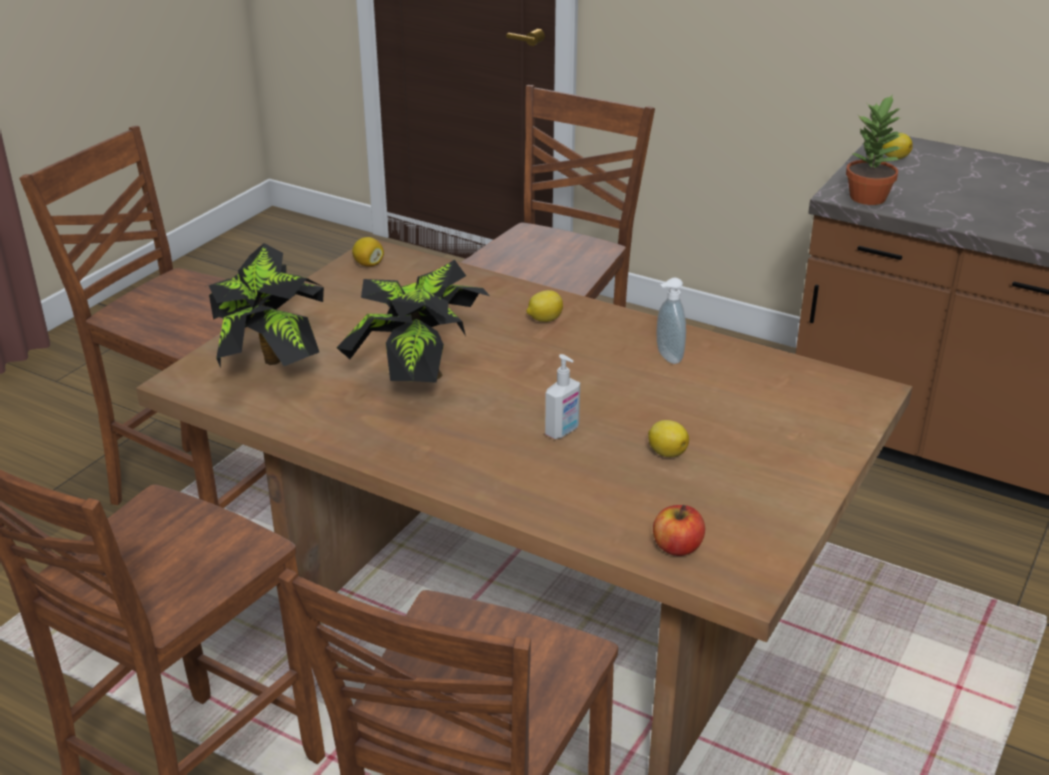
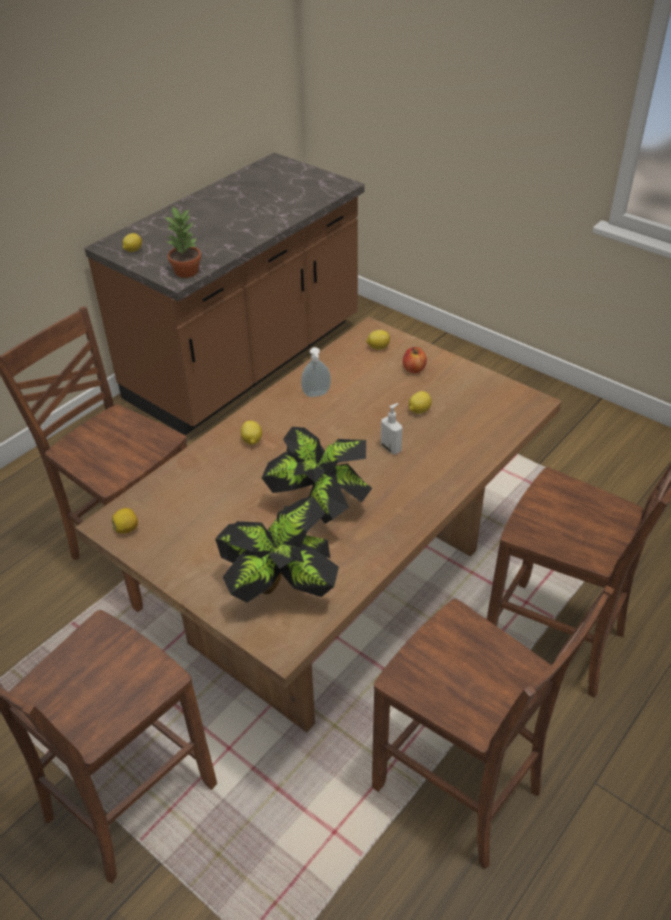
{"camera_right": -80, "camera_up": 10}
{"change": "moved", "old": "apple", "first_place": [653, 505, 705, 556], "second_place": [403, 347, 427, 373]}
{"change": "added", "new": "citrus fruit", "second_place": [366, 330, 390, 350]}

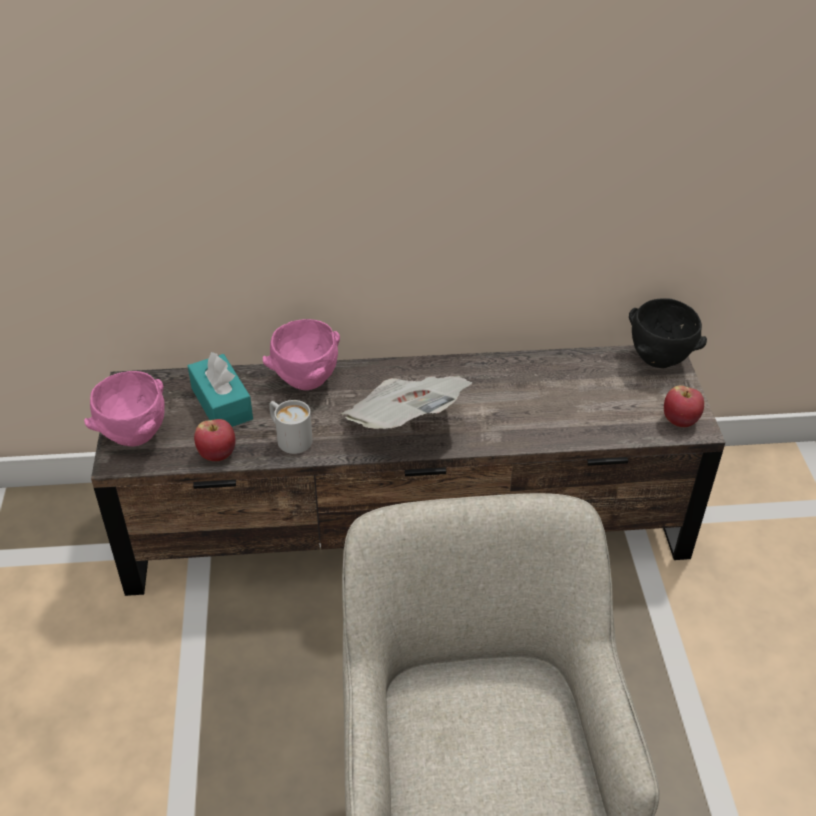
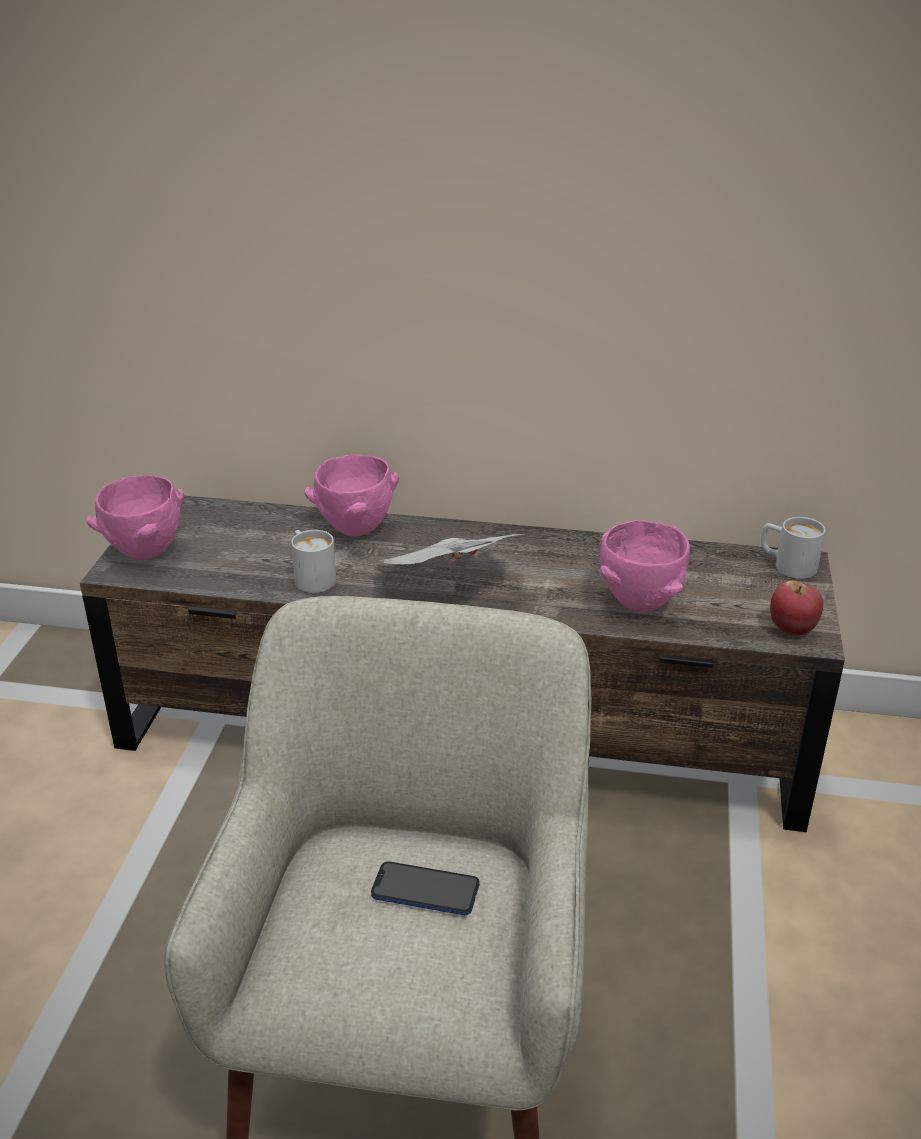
{"camera_right": 15, "camera_up": -10}
{"change": "replaced", "old": "bowl (blackish)", "new": "mug (white-coloured)", "first_place": [629, 298, 707, 368], "second_place": [761, 517, 825, 579]}
{"change": "removed", "old": "tissue holder (turquoise)", "first_place": [188, 352, 253, 427]}
{"change": "removed", "old": "apple", "first_place": [194, 419, 236, 461]}
{"change": "added", "new": "bowl (pinkish)", "second_place": [599, 520, 690, 613]}
{"change": "added", "new": "handset", "second_place": [371, 861, 480, 915]}

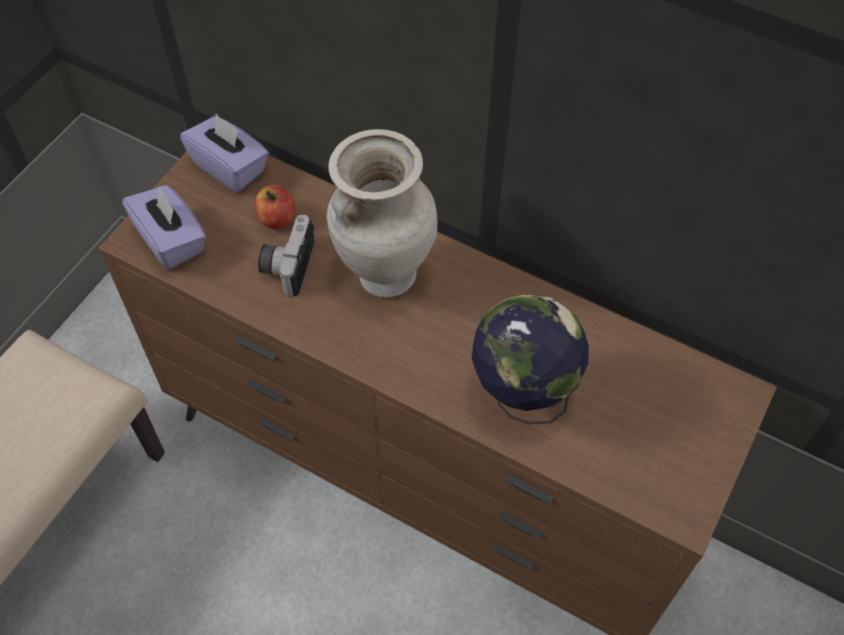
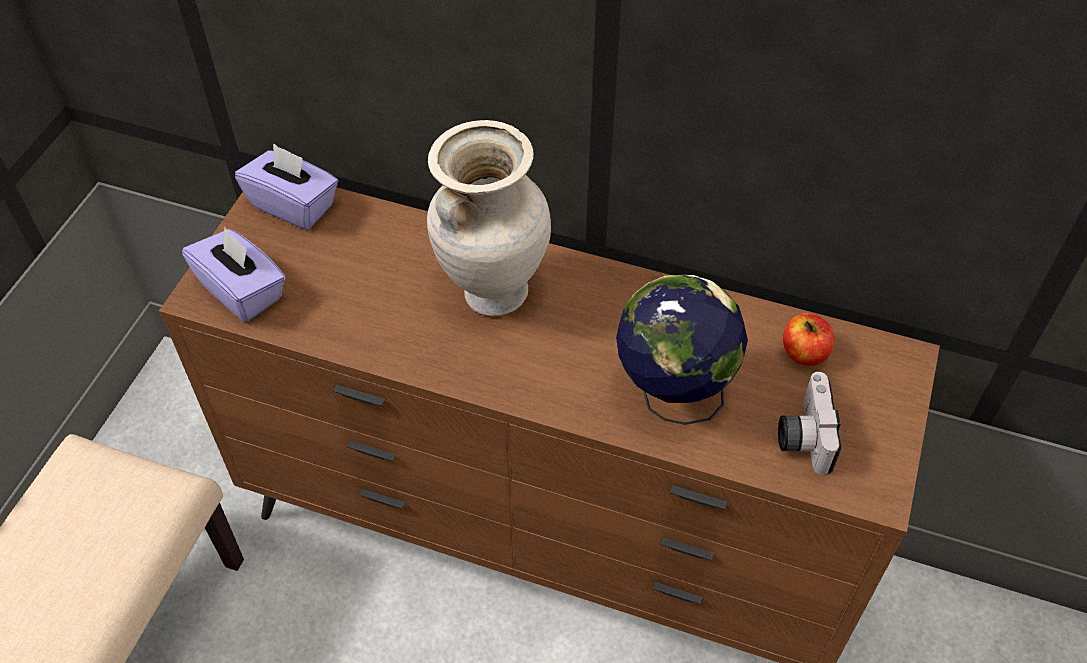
{"camera_right": -10, "camera_up": -5}
{"change": "moved", "old": "apple", "first_place": [255, 185, 295, 229], "second_place": [783, 313, 834, 366]}
{"change": "moved", "old": "still camera", "first_place": [258, 215, 315, 296], "second_place": [778, 372, 841, 475]}

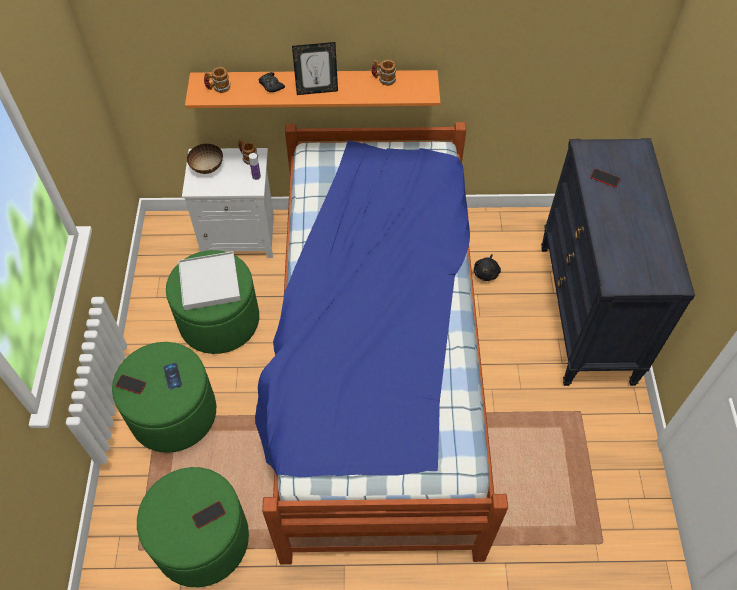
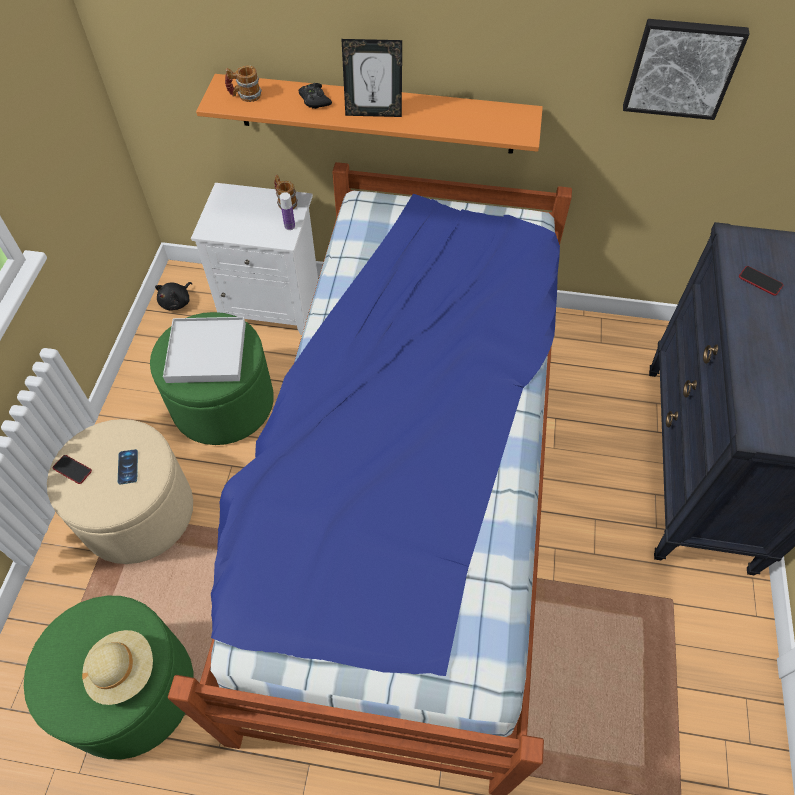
{"camera_right": 10, "camera_up": 0}
{"change": "removed", "old": "mug", "first_place": [371, 59, 396, 86]}
{"change": "removed", "old": "bowl", "first_place": [187, 144, 223, 174]}
{"change": "moved", "old": "soft toy (blackish)", "first_place": [474, 254, 501, 281], "second_place": [155, 282, 192, 310]}
{"change": "recoloured", "old": "ottoman (green)", "new": "ottoman (beige-coloured)", "first_place": [112, 342, 216, 453], "second_place": [47, 419, 193, 564]}
{"change": "replaced", "old": "handset", "new": "wearable hat (beige-coloured)", "first_place": [192, 501, 226, 529], "second_place": [82, 630, 153, 705]}
{"change": "added", "new": "wall art", "second_place": [623, 19, 750, 120]}

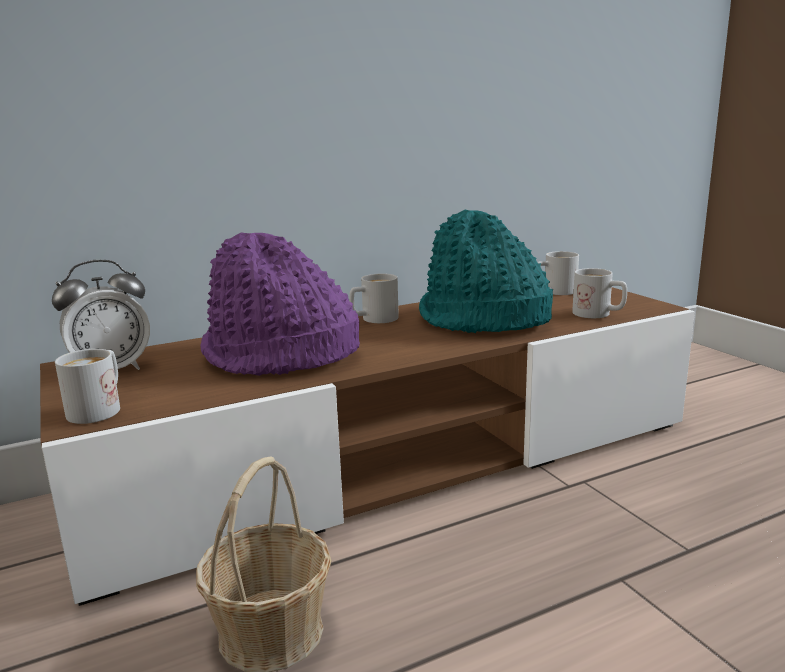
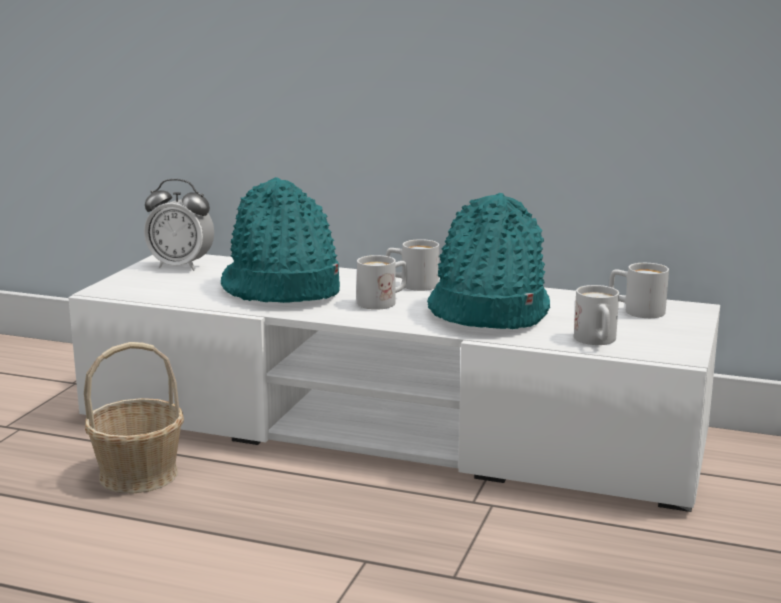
{"camera_right": 45, "camera_up": 0}
{"change": "recoloured", "old": "wearable hat (purplish)", "new": "wearable hat (turquoise)", "first_place": [200, 232, 360, 376], "second_place": [221, 177, 340, 303]}
{"change": "recoloured", "old": "media console (brownish)", "new": "media console (white-coloured)", "first_place": [40, 287, 695, 606], "second_place": [69, 254, 720, 512]}
{"change": "moved", "old": "mug (white-coloured)", "first_place": [55, 349, 120, 424], "second_place": [357, 255, 408, 310]}

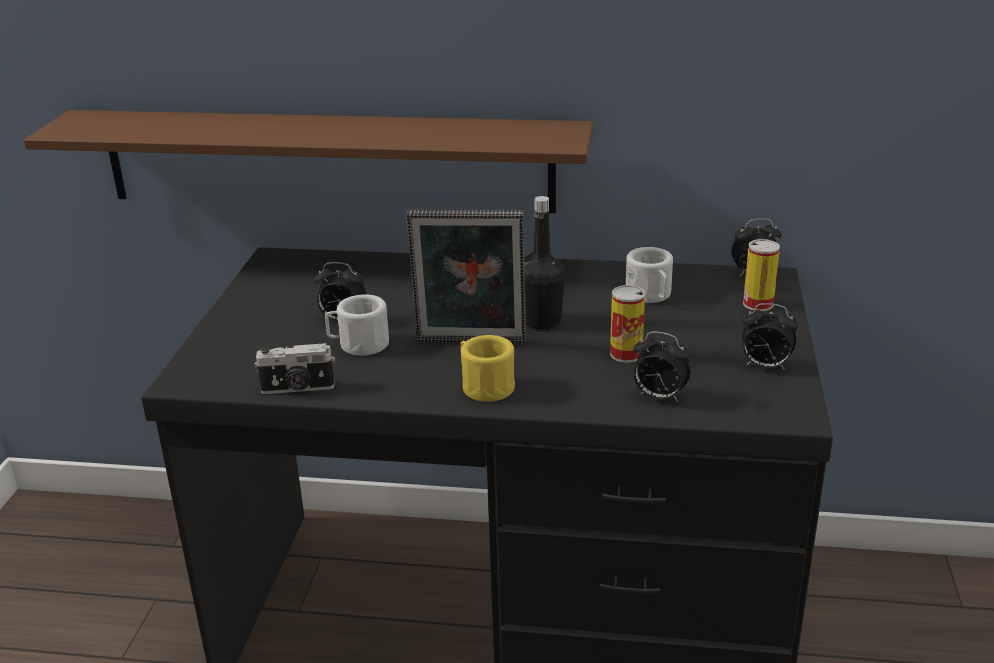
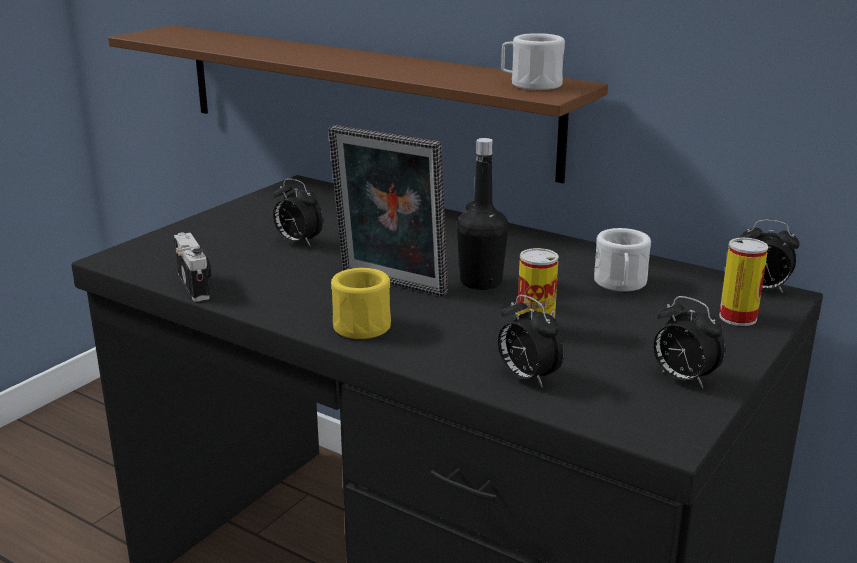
{"camera_right": 25, "camera_up": -5}
{"change": "moved", "old": "mug (white-coloured)", "first_place": [325, 294, 389, 356], "second_place": [501, 33, 565, 90]}
{"change": "turned", "old": "still camera", "first_place": [254, 343, 335, 394], "second_place": [173, 233, 211, 302], "degrees": -135}

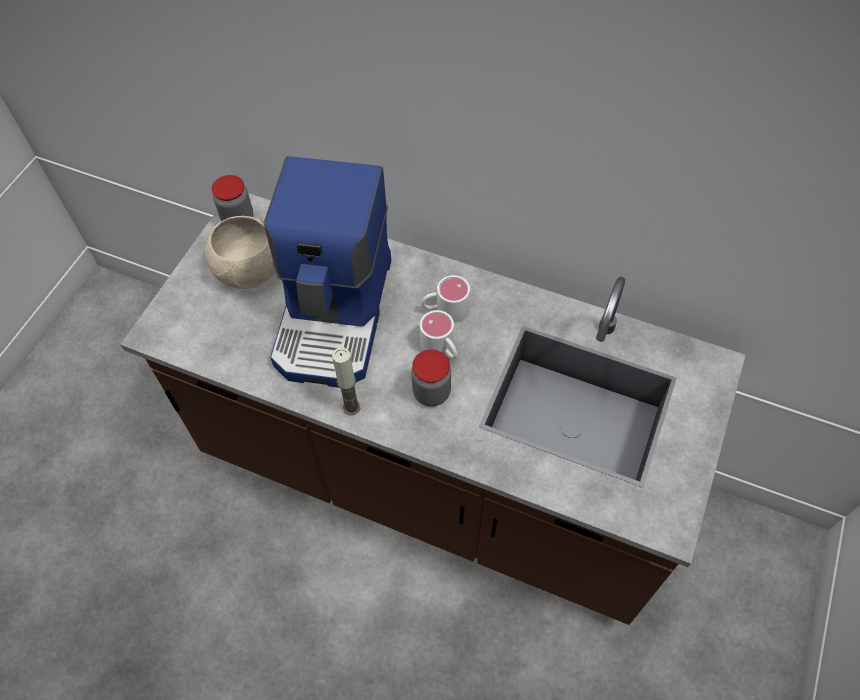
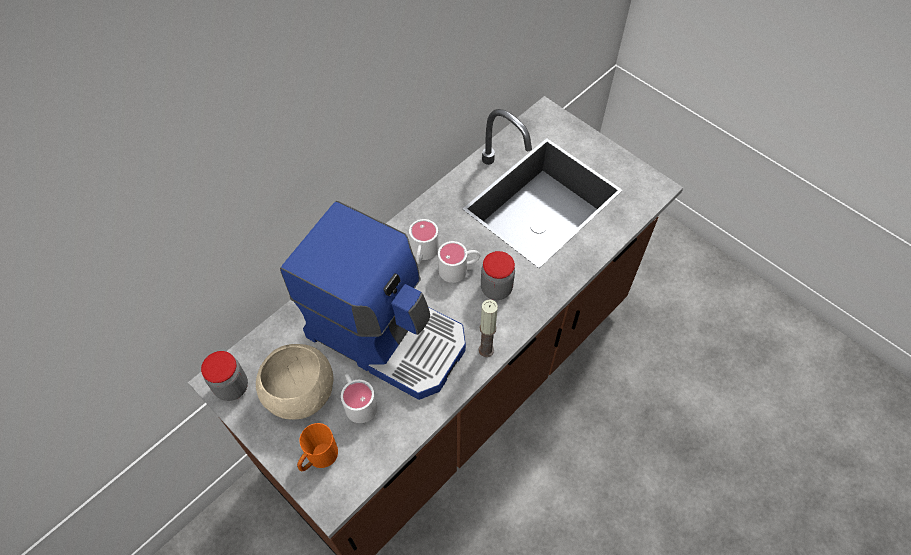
{"camera_right": -70, "camera_up": 0}
{"change": "added", "new": "mug (white-coloured)", "second_place": [341, 373, 377, 423]}
{"change": "added", "new": "mug (orangey)", "second_place": [297, 423, 338, 471]}

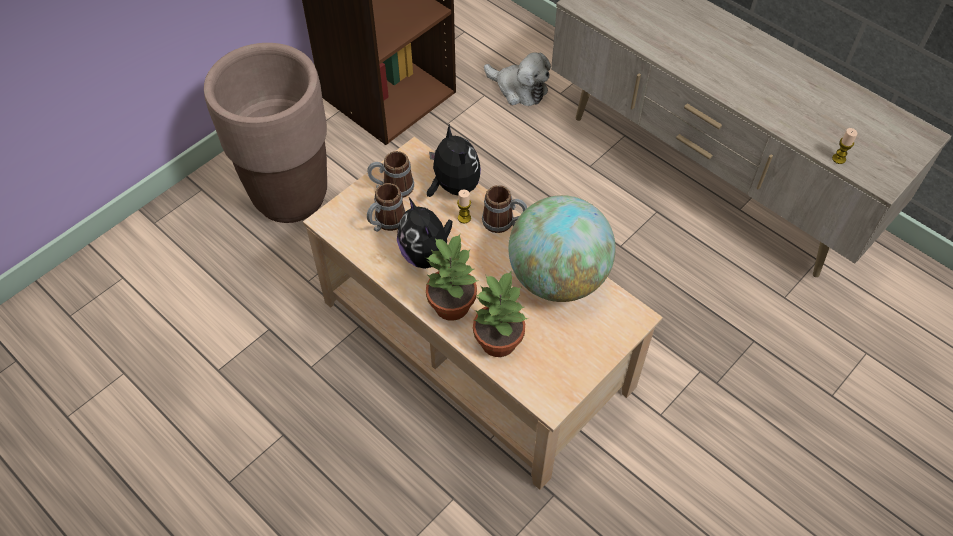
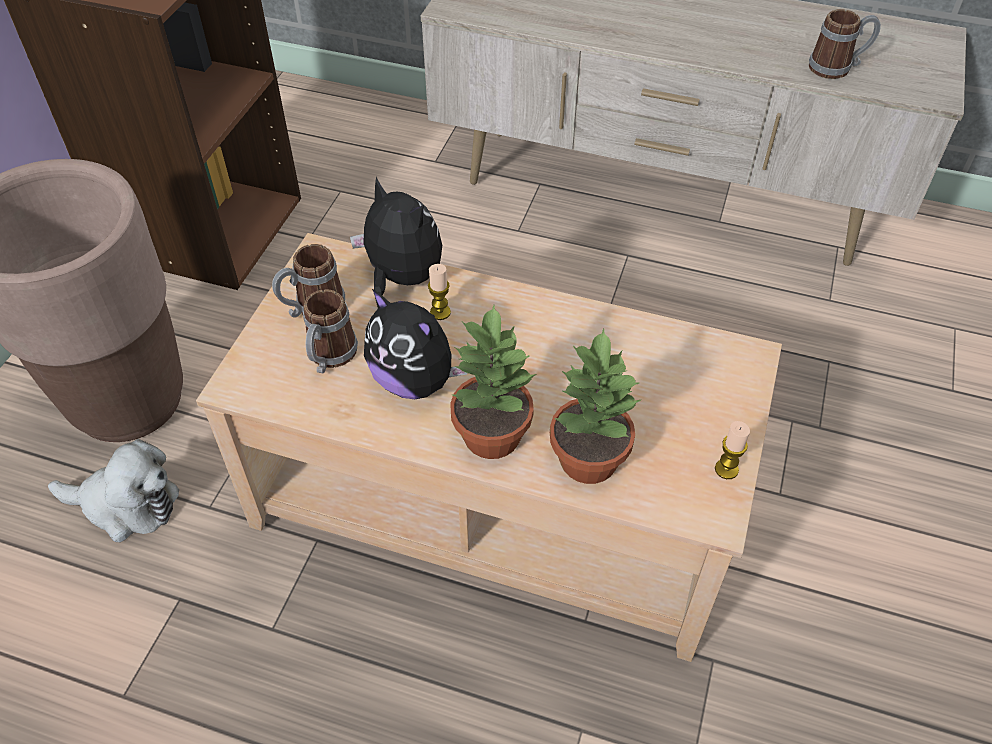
{"camera_right": -25, "camera_up": -5}
{"change": "moved", "old": "soft toy", "first_place": [484, 52, 551, 106], "second_place": [48, 439, 179, 542]}
{"change": "moved", "old": "wax candle", "first_place": [832, 128, 858, 164], "second_place": [715, 421, 750, 479]}
{"change": "moved", "old": "mug", "first_place": [482, 185, 527, 233], "second_place": [809, 9, 881, 79]}
{"change": "removed", "old": "world globe", "first_place": [508, 195, 616, 302]}

